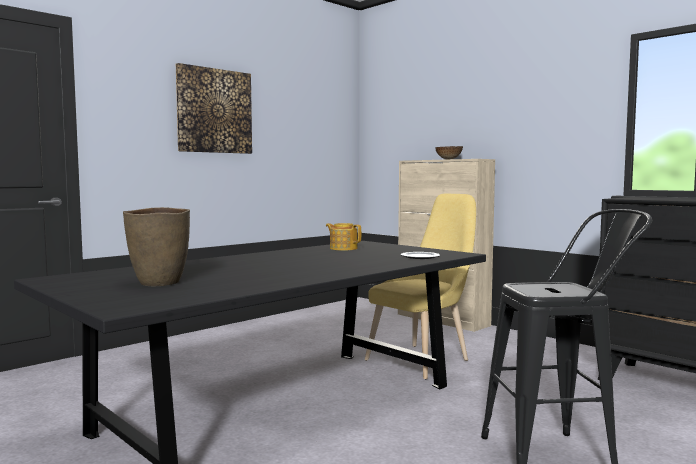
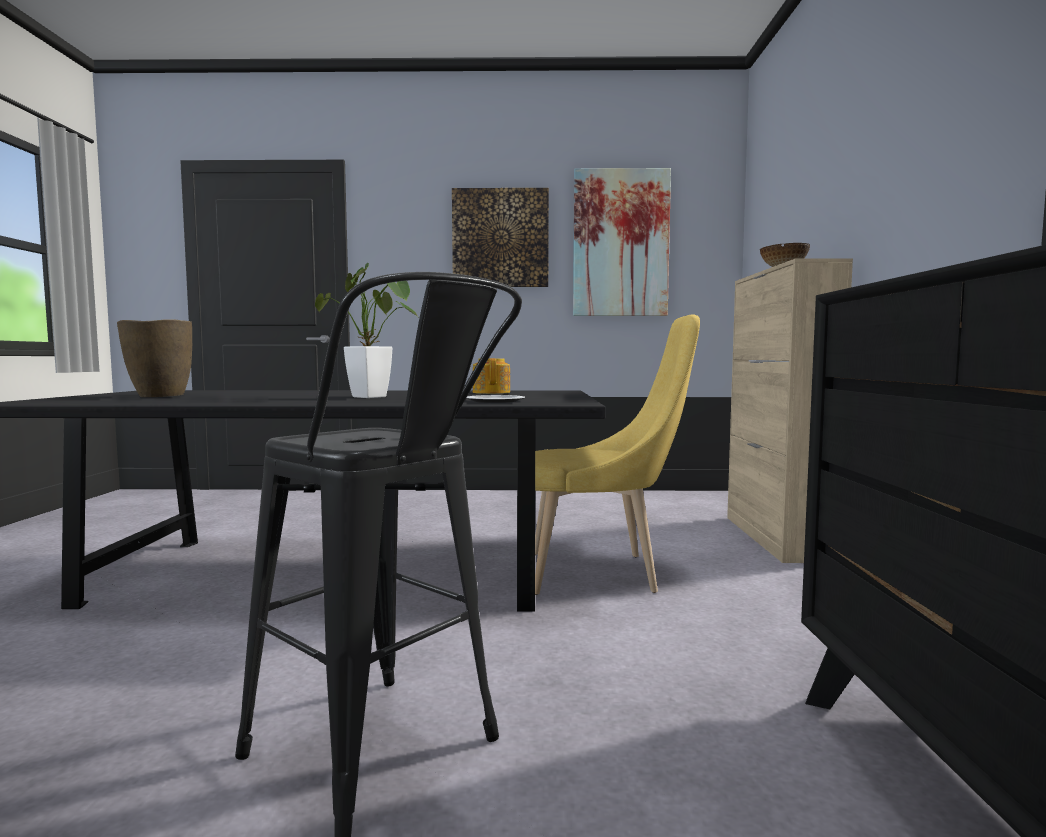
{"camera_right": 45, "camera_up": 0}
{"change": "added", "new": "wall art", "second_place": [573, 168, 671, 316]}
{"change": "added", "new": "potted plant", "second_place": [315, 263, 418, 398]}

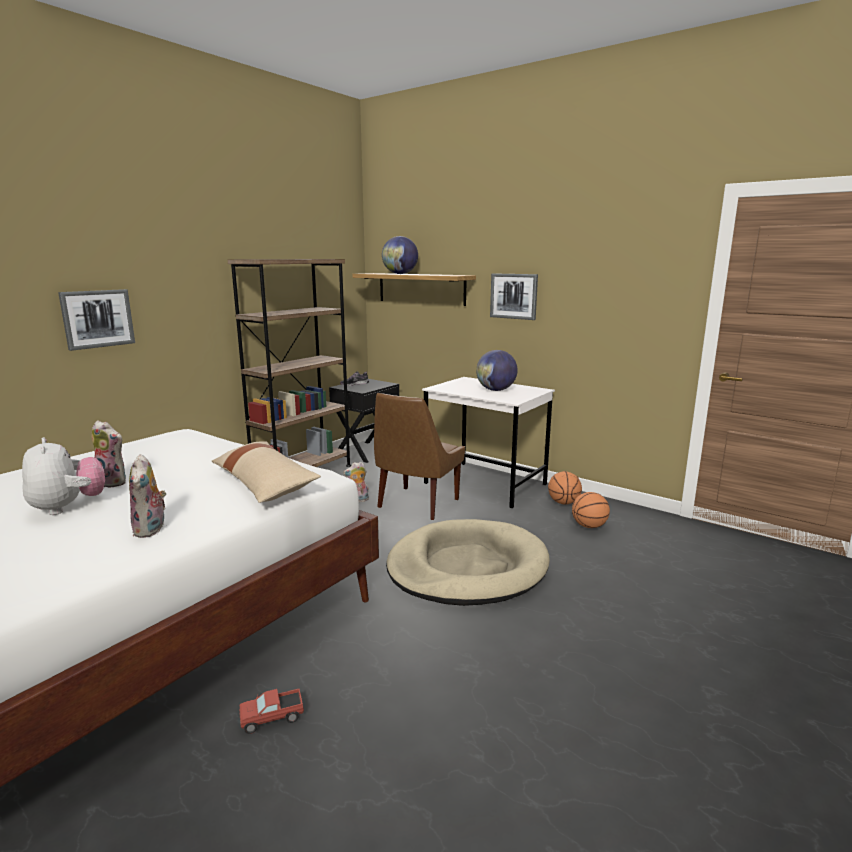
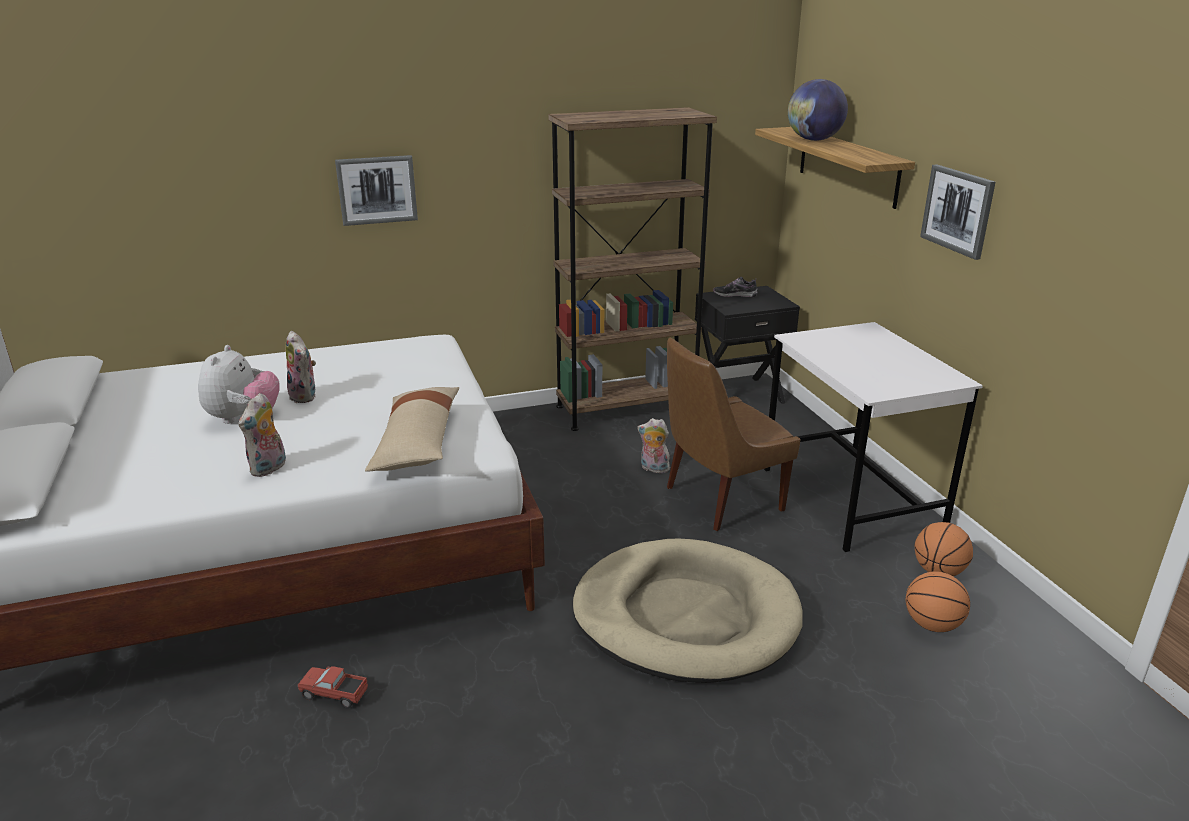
{"camera_right": 35, "camera_up": 10}
{"change": "removed", "old": "world globe", "first_place": [476, 350, 518, 391]}

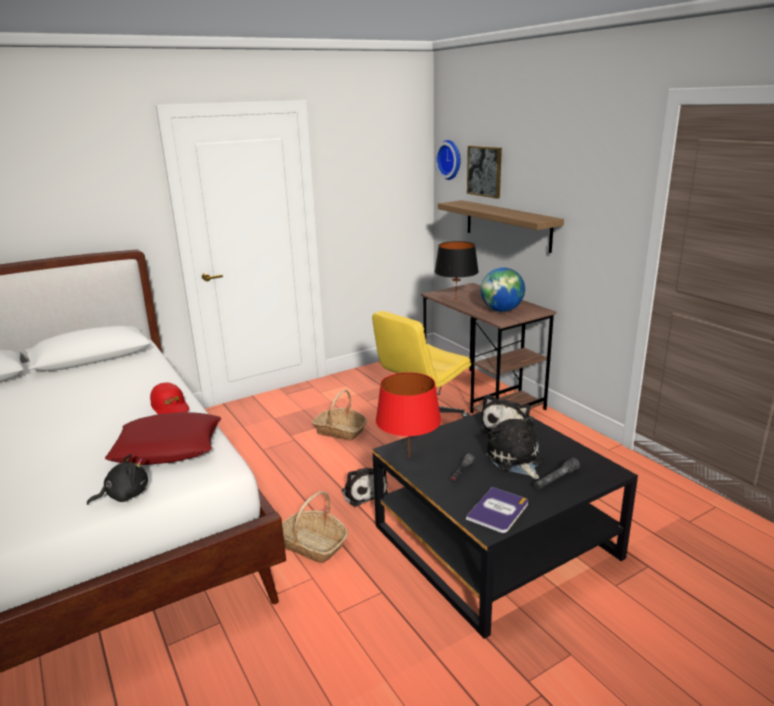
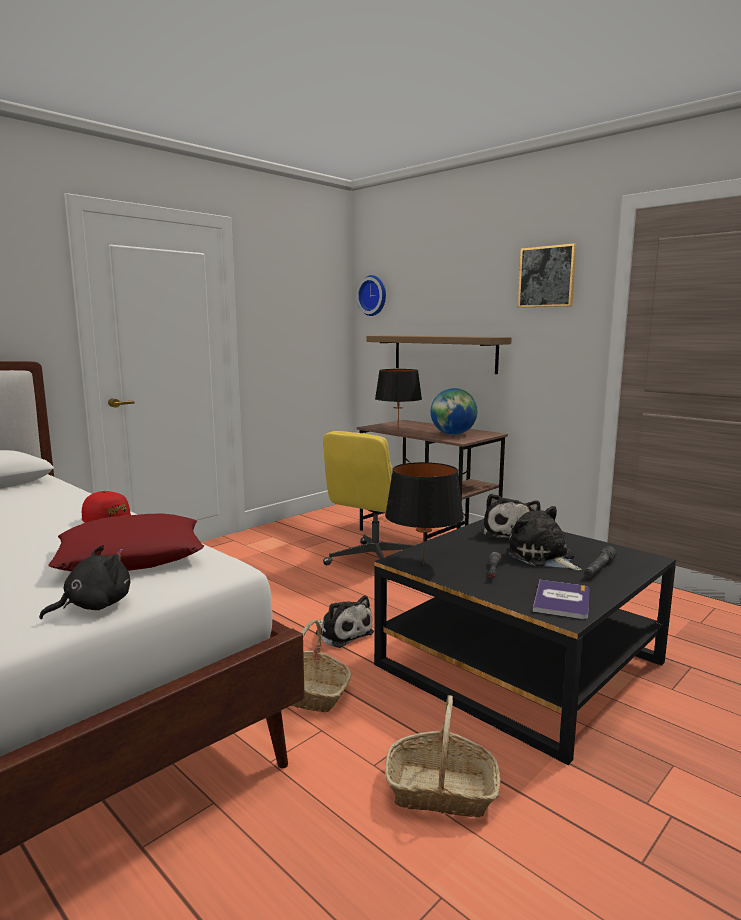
{"camera_right": -15, "camera_up": -10}
{"change": "moved", "old": "wall art", "first_place": [467, 146, 502, 199], "second_place": [518, 243, 577, 307]}
{"change": "recoloured", "old": "tabletop lamp (red-coloured)", "new": "tabletop lamp (blackish)", "first_place": [376, 372, 441, 457], "second_place": [385, 462, 464, 564]}
{"change": "moved", "old": "household basket", "first_place": [312, 390, 367, 441], "second_place": [385, 695, 501, 818]}

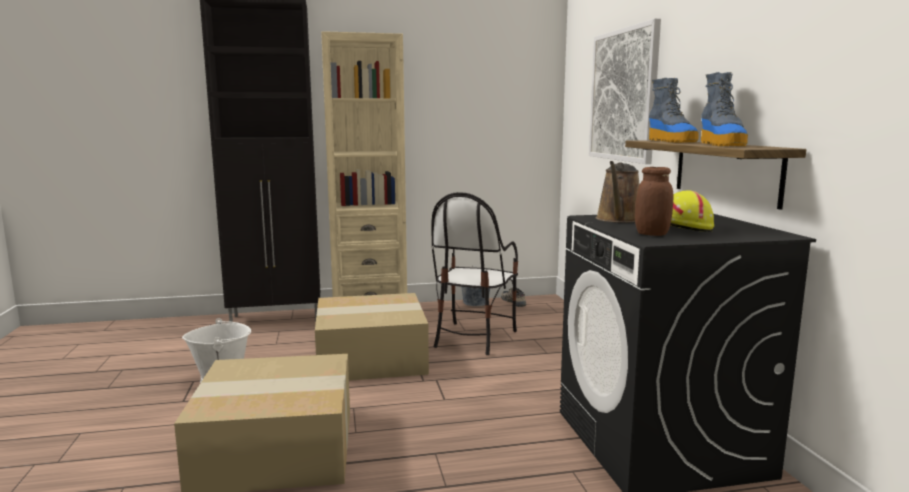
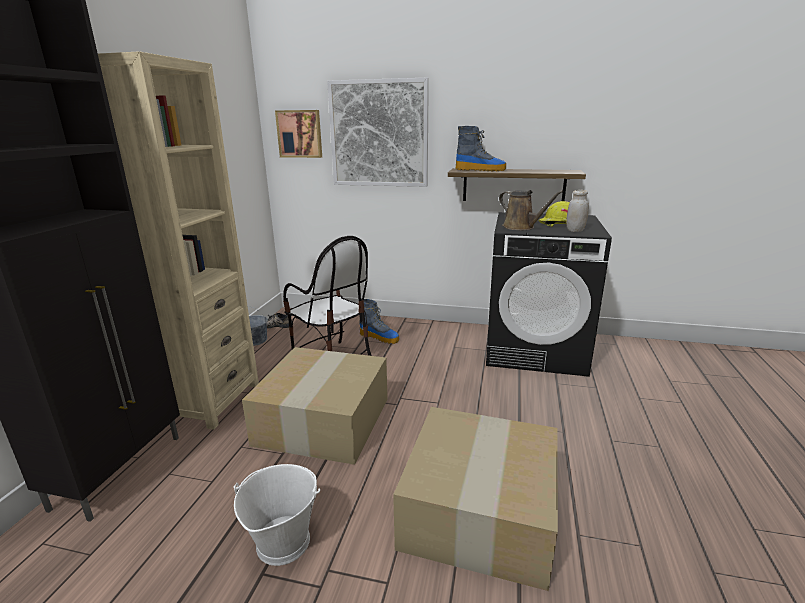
{"camera_right": -65, "camera_up": 10}
{"change": "moved", "old": "boot", "first_place": [701, 72, 748, 146], "second_place": [359, 299, 399, 344]}
{"change": "recoloured", "old": "jar (brownish)", "new": "jar (white-coloured)", "first_place": [635, 167, 673, 236], "second_place": [566, 190, 589, 232]}
{"change": "added", "new": "wall art", "second_place": [275, 110, 322, 158]}

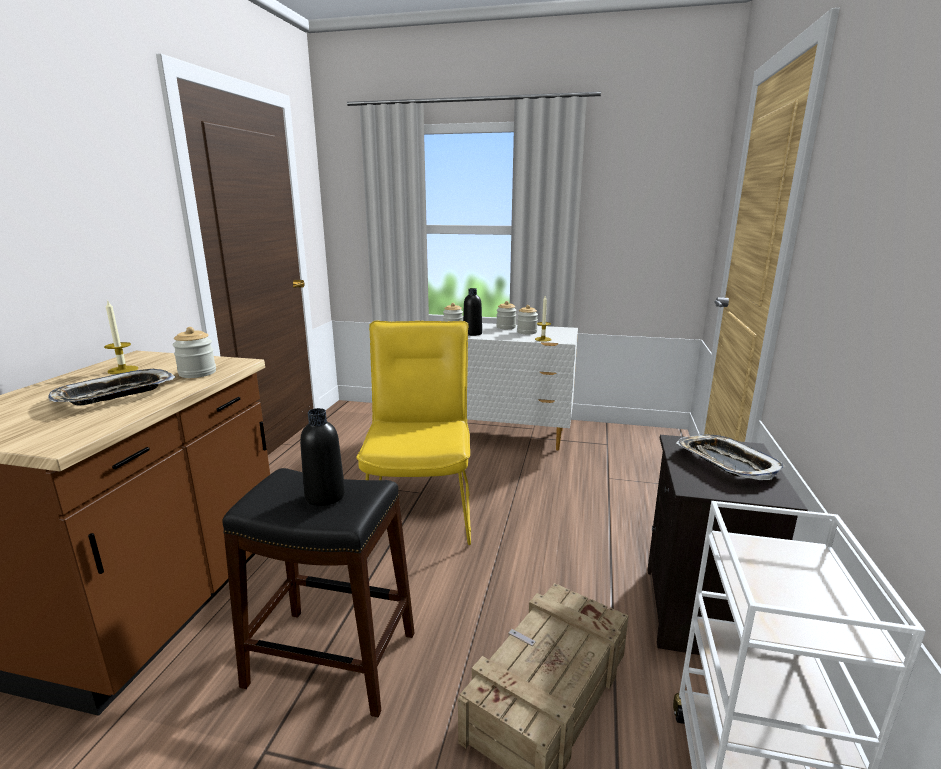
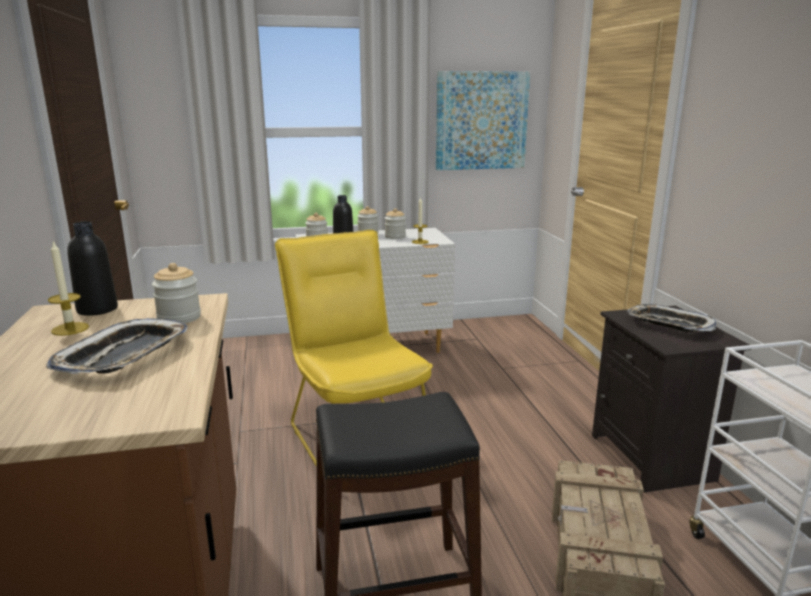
{"camera_right": -25, "camera_up": 0}
{"change": "moved", "old": "beverage bottle (blackish)", "first_place": [300, 408, 345, 506], "second_place": [67, 222, 118, 316]}
{"change": "added", "new": "wall art", "second_place": [436, 71, 530, 170]}

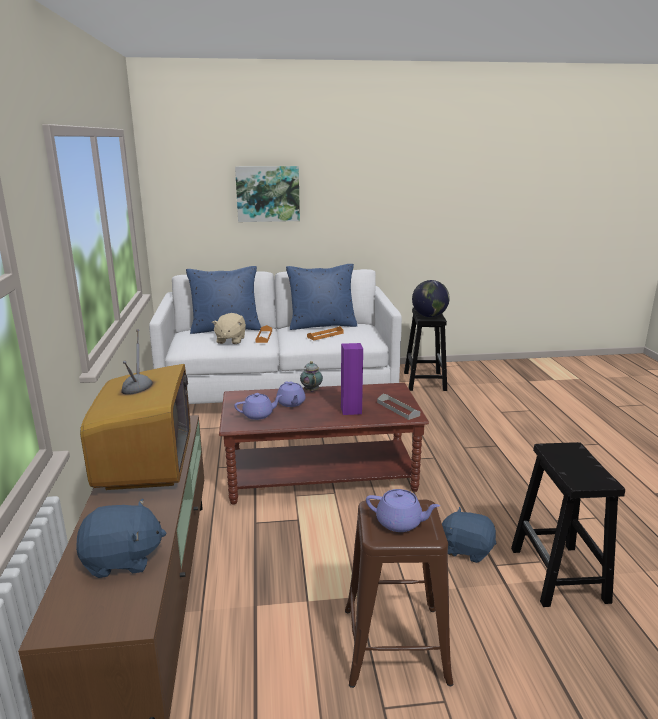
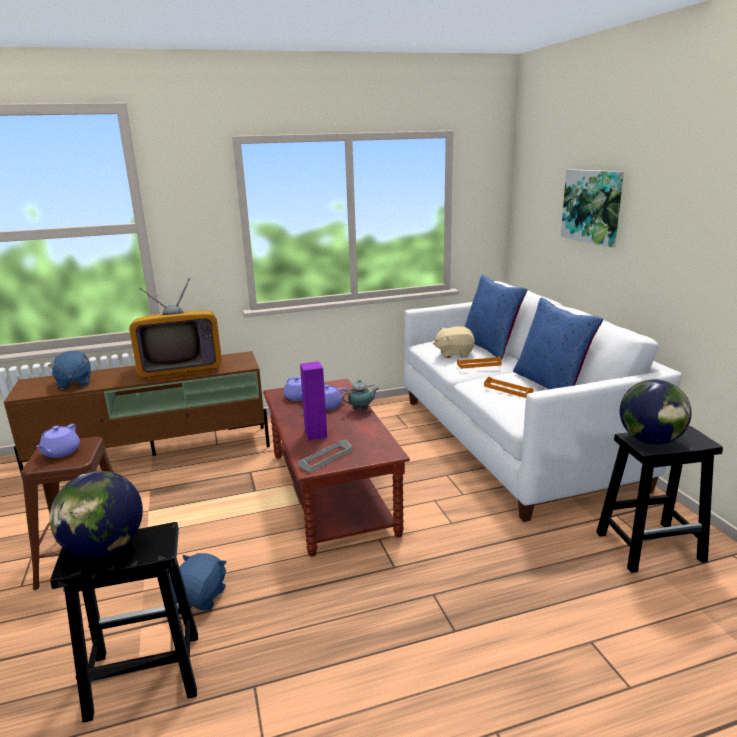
{"camera_right": 80, "camera_up": 0}
{"change": "added", "new": "world globe", "second_place": [50, 471, 143, 558]}

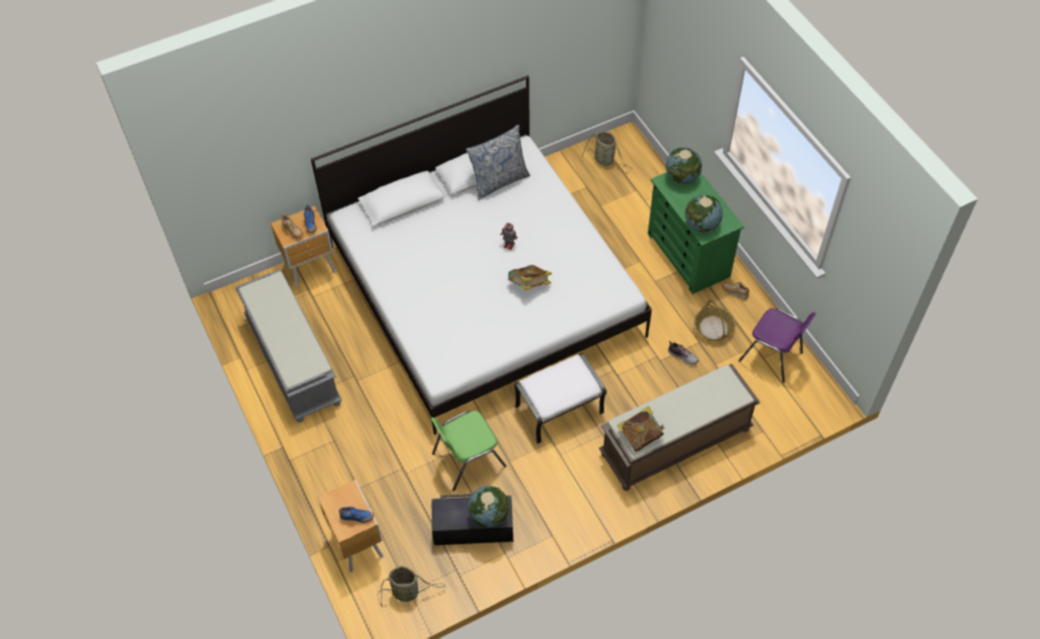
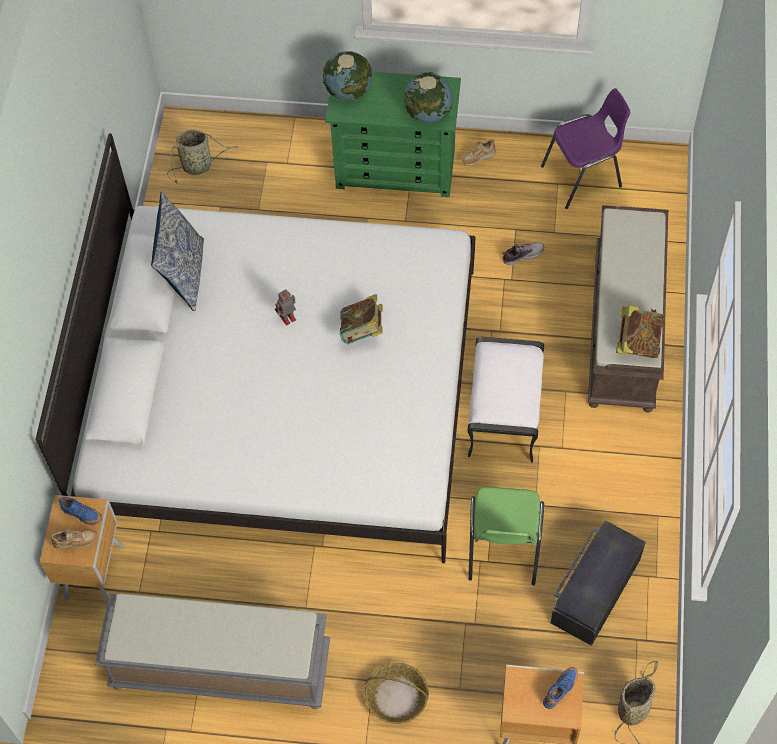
{"camera_right": -55, "camera_up": 5}
{"change": "moved", "old": "household basket", "first_place": [694, 300, 736, 341], "second_place": [365, 662, 429, 724]}
{"change": "removed", "old": "world globe", "first_place": [468, 486, 509, 527]}

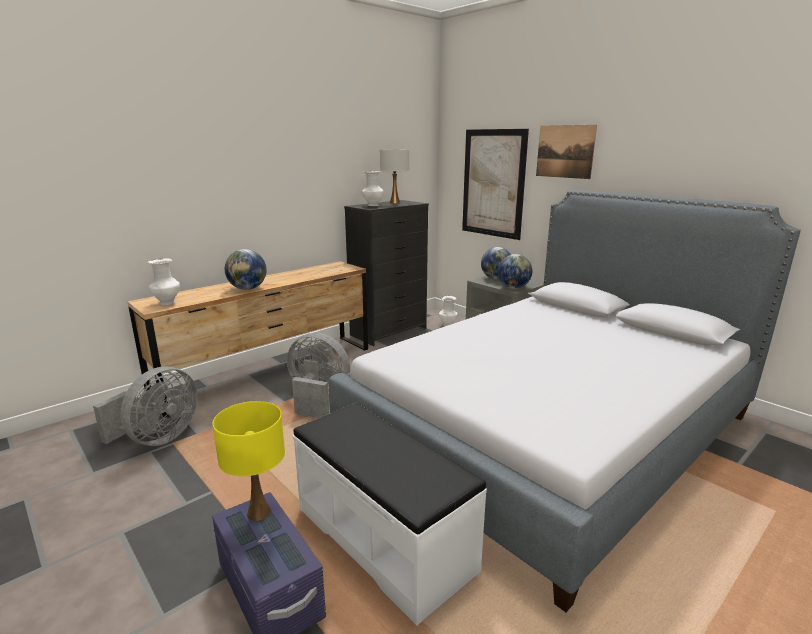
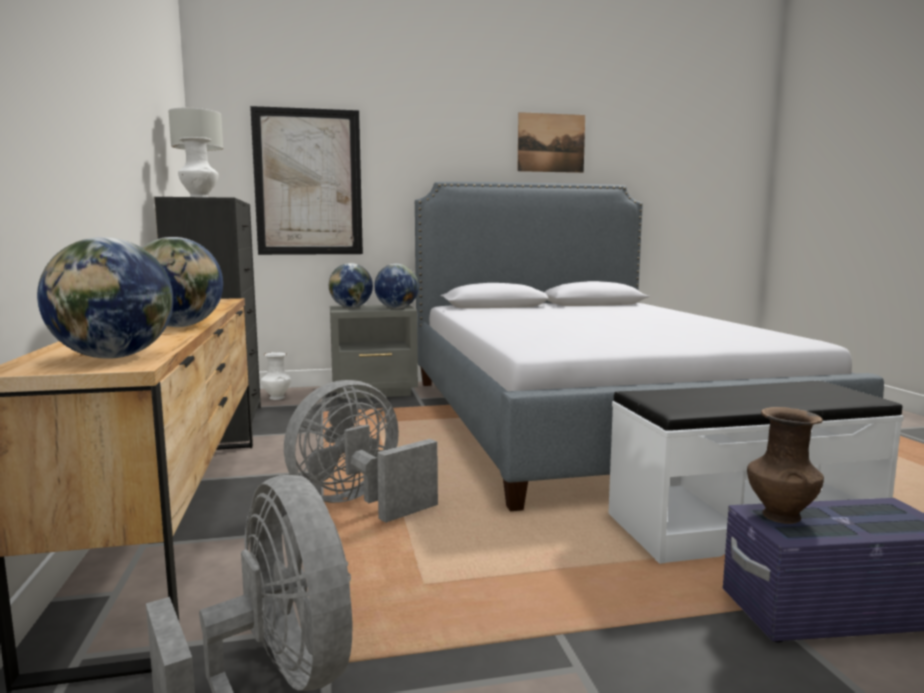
{"camera_right": -60, "camera_up": -10}
{"change": "moved", "old": "wall art", "first_place": [536, 125, 597, 179], "second_place": [517, 112, 585, 173]}
{"change": "replaced", "old": "vase (white-coloured)", "new": "world globe", "first_place": [147, 258, 180, 305], "second_place": [37, 237, 173, 359]}
{"change": "replaced", "old": "tabletop lamp (yellowish)", "new": "vase (brownish)", "first_place": [212, 401, 285, 521], "second_place": [747, 407, 824, 524]}

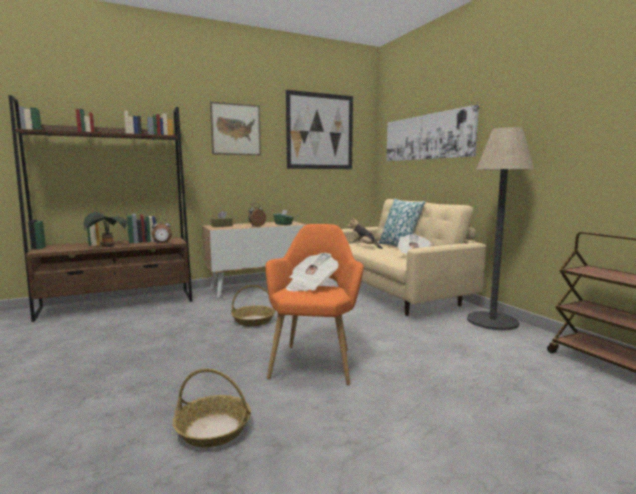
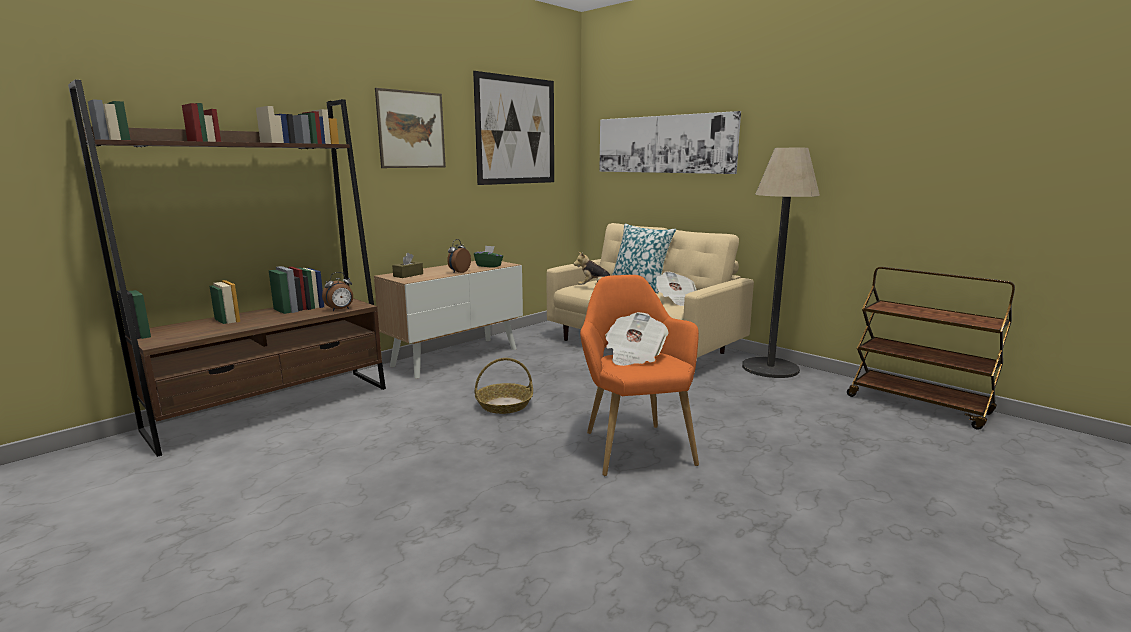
{"camera_right": -20, "camera_up": 5}
{"change": "removed", "old": "potted plant", "first_place": [84, 212, 127, 247]}
{"change": "removed", "old": "household basket", "first_place": [173, 369, 251, 448]}

